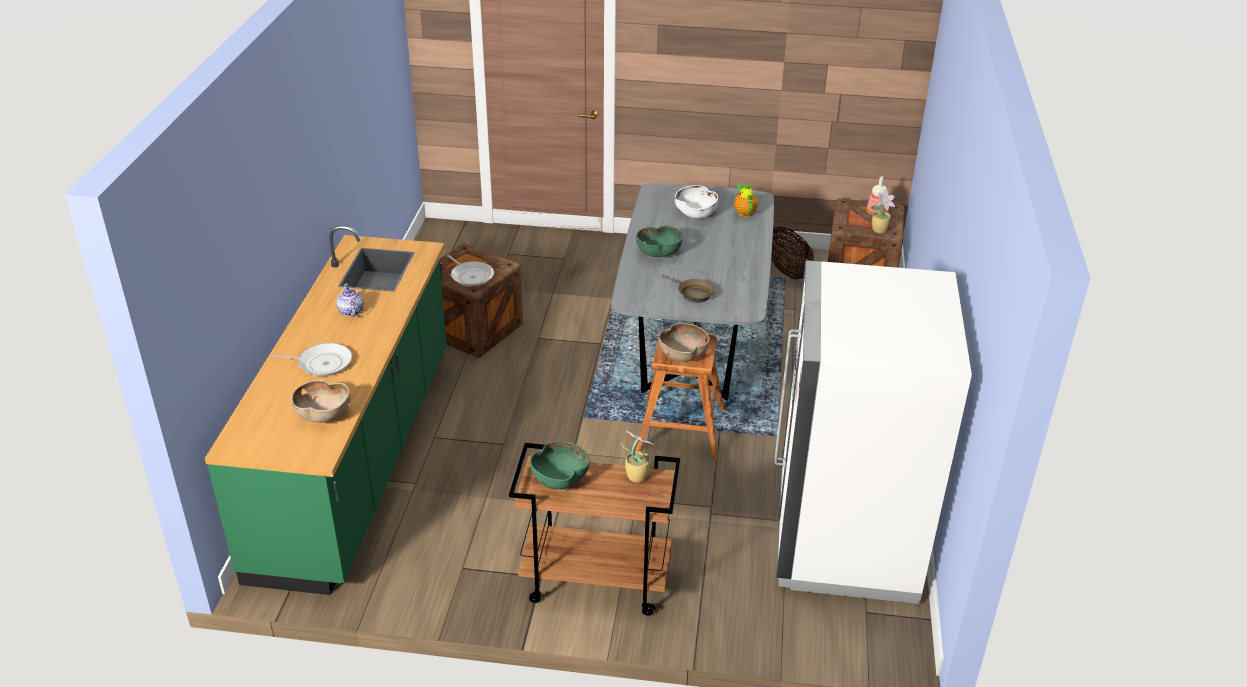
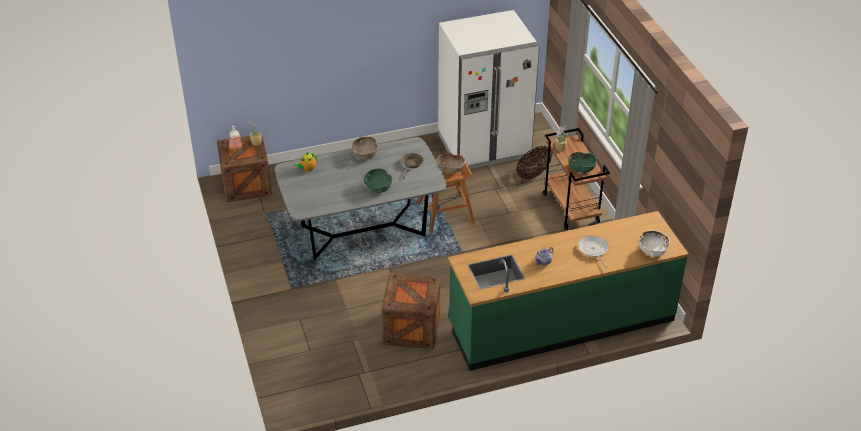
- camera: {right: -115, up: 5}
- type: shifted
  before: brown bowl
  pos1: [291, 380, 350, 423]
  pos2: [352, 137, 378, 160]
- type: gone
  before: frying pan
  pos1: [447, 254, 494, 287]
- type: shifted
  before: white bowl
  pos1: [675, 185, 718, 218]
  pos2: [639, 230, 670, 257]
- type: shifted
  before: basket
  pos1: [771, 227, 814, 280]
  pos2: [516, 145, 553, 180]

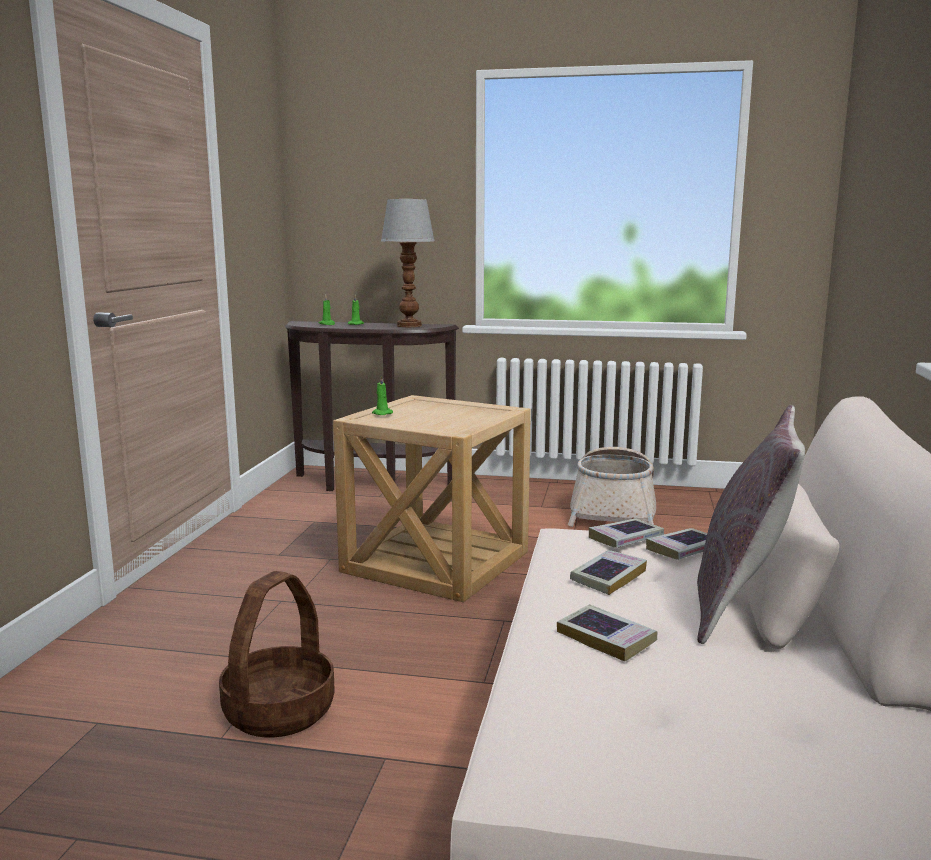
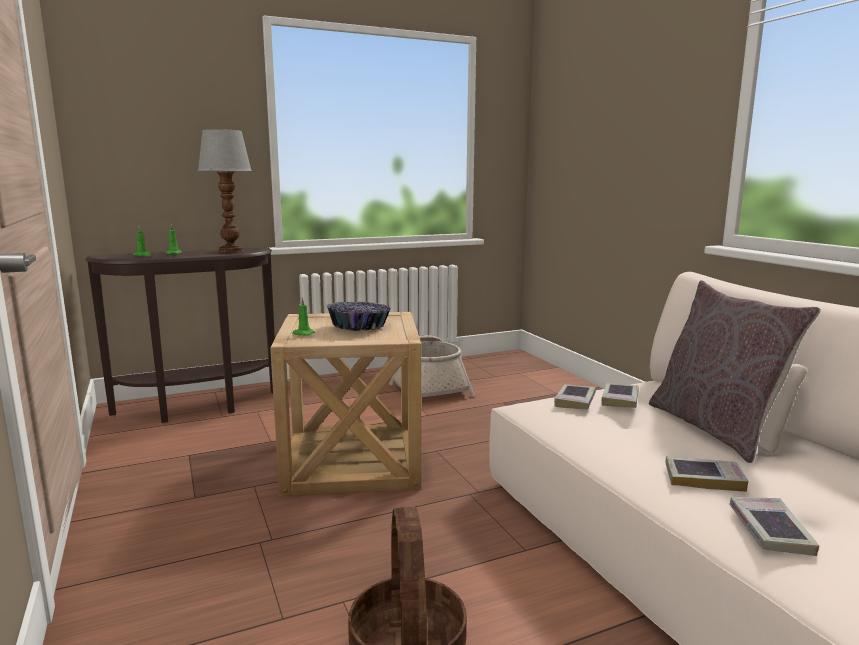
- camera: {right: -35, up: 0}
- type: shifted
  before: book
  pos1: [570, 550, 647, 595]
  pos2: [729, 497, 819, 556]
- type: new
  after: bowl
  pos2: [326, 302, 391, 331]

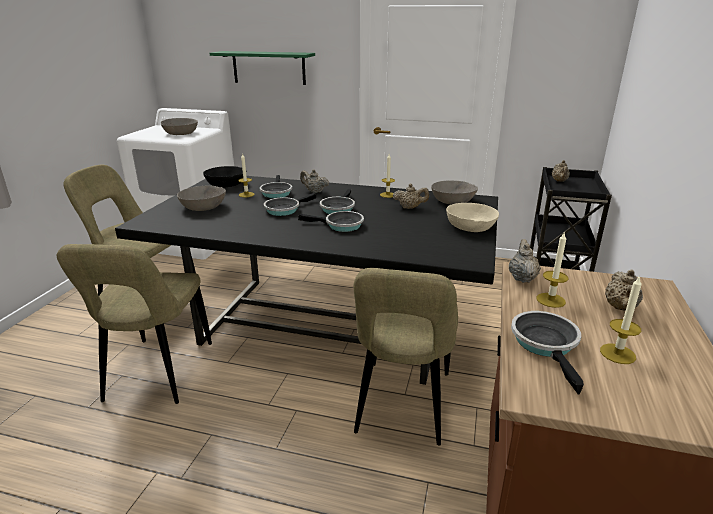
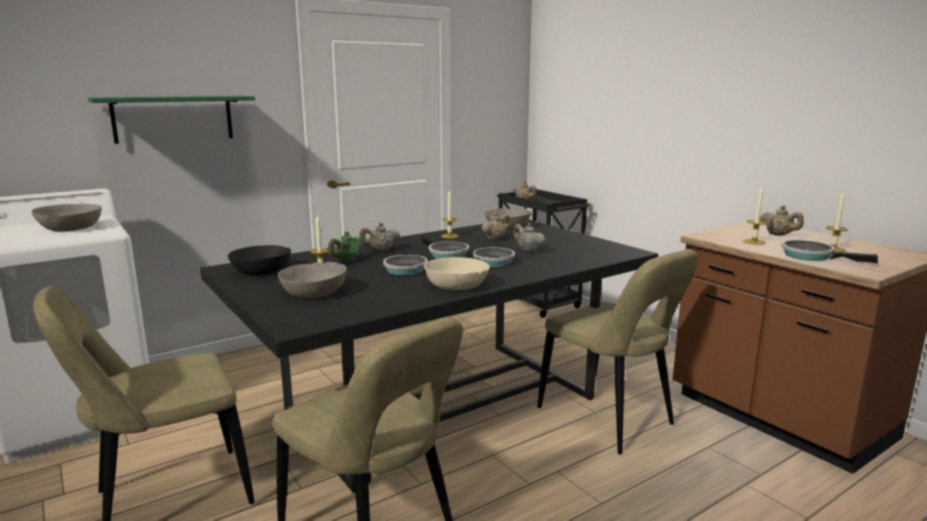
- camera: {right: -50, up: -10}
- type: swapped
  before: frying pan
  after: green teapot
  pos1: [260, 175, 292, 198]
  pos2: [328, 232, 362, 262]
- type: shifted
  before: beige bowl
  pos1: [446, 203, 499, 232]
  pos2: [424, 257, 490, 290]
- type: shifted
  before: beige teapot
  pos1: [509, 239, 541, 283]
  pos2: [513, 223, 546, 252]

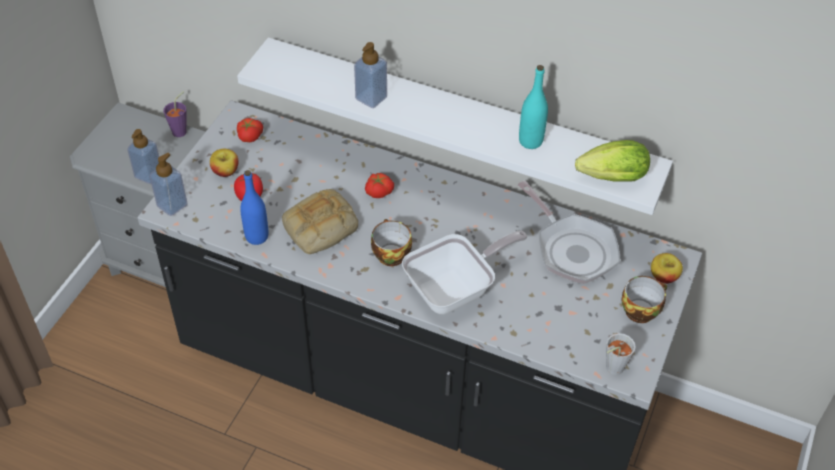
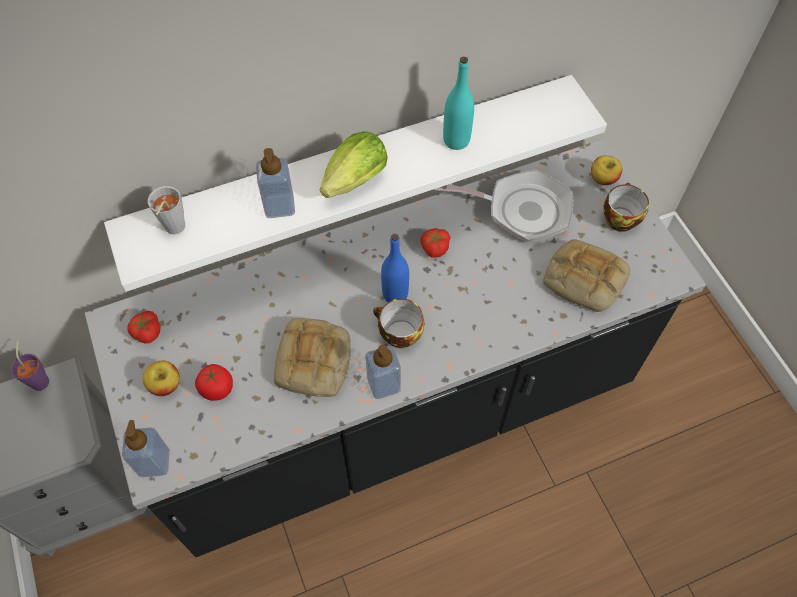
- camera: {right: -45, up: 10}
- type: shifted
  before: soap dispenser
  pos1: [127, 129, 159, 184]
  pos2: [366, 345, 401, 399]
- type: shifted
  before: blue bottle
  pos1: [240, 170, 268, 245]
  pos2: [381, 234, 409, 302]
- type: shifted
  before: tomato
  pos1: [365, 173, 394, 198]
  pos2: [420, 228, 450, 258]
- type: gone
  before: frying pan
  pos1: [402, 230, 527, 314]
- type: shifted
  before: lettuce
  pos1: [575, 140, 650, 182]
  pos2: [320, 131, 388, 198]
- type: shifted
  before: grey cup
  pos1: [606, 333, 636, 375]
  pos2: [148, 186, 185, 234]
- type: new
  after: bread
  pos2: [543, 239, 630, 312]

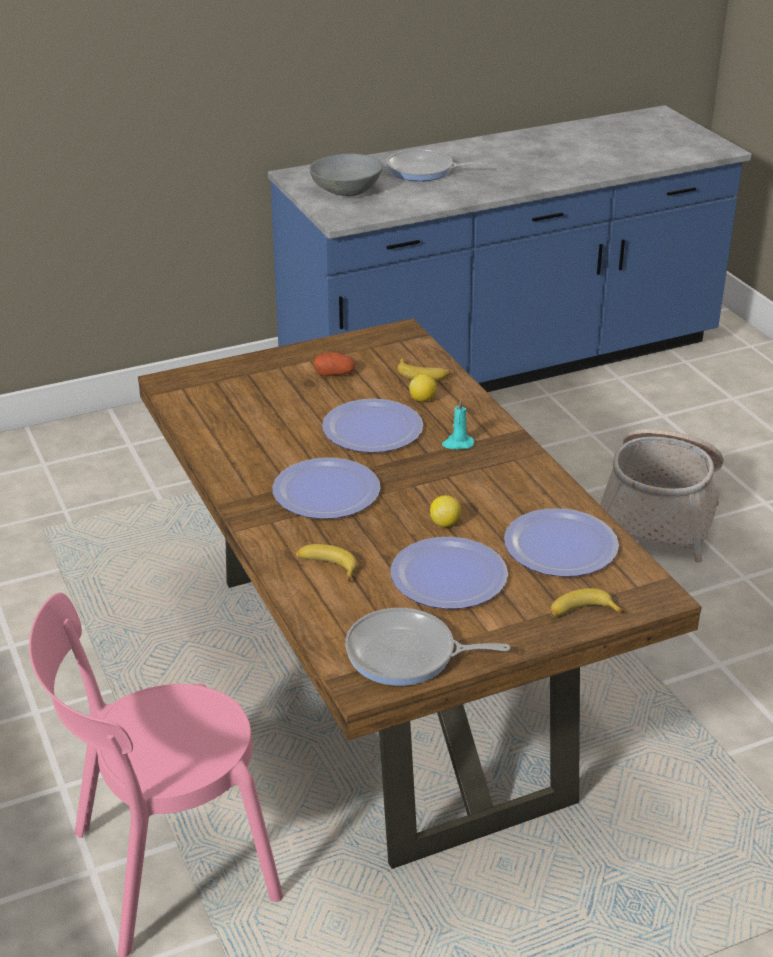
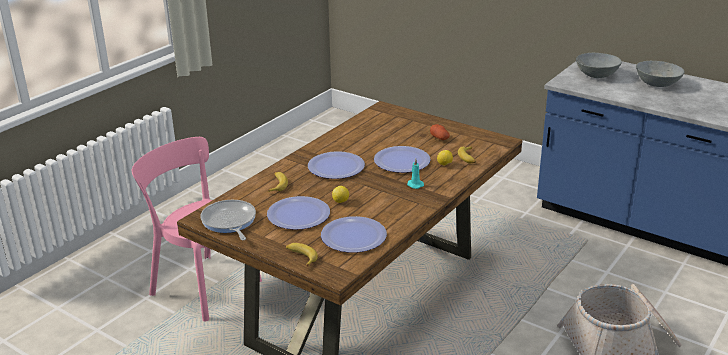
- camera: {right: 60, up: -5}
- type: swapped
  before: frying pan
  after: grey bowl
  pos1: [386, 149, 487, 181]
  pos2: [636, 61, 684, 87]

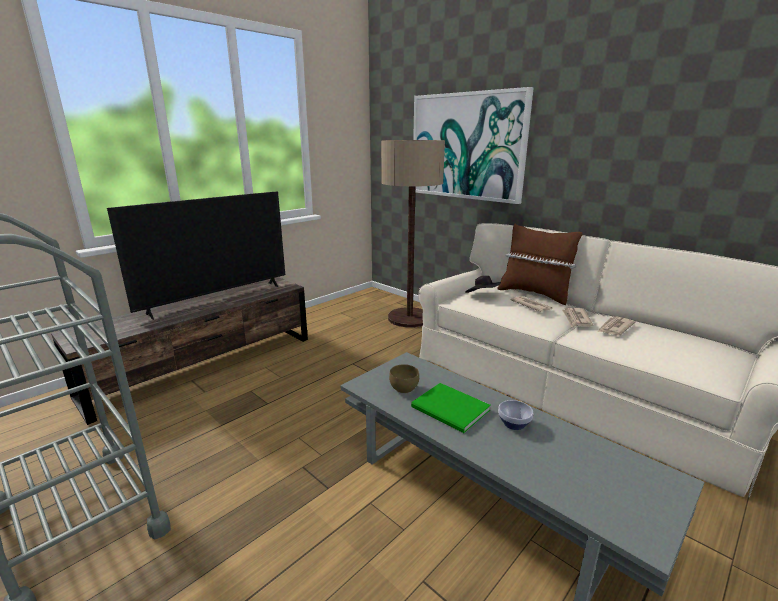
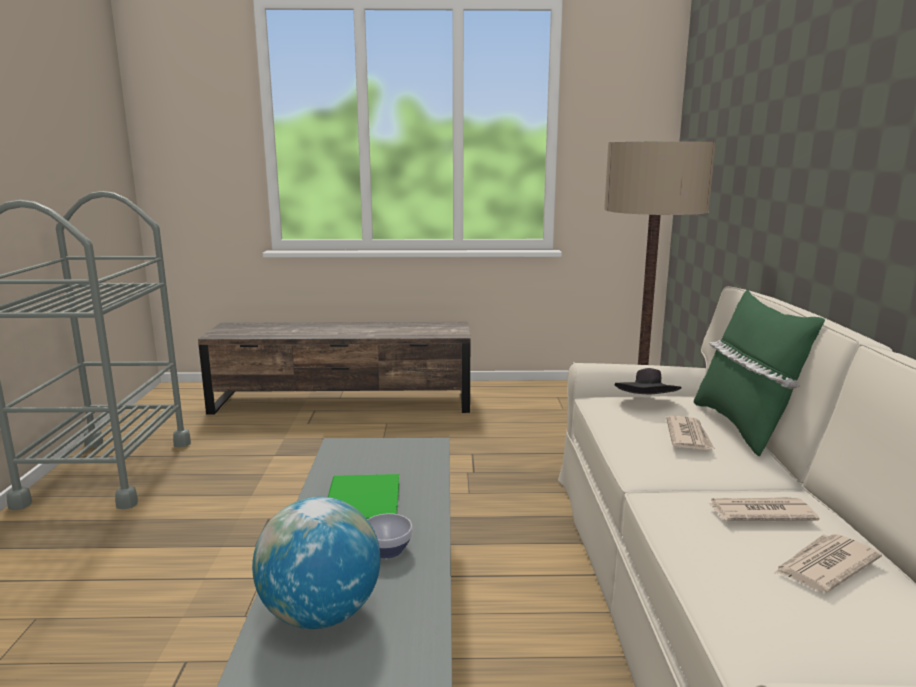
- camera: {right: 45, up: -5}
- type: gone
  before: television
  pos1: [107, 192, 285, 320]
- type: gone
  before: brown bowl
  pos1: [389, 364, 419, 394]
- type: gone
  before: picture
  pos1: [413, 87, 534, 204]
- type: repainted
  before: brown pillow
  after: green pillow
  pos1: [497, 224, 583, 305]
  pos2: [694, 290, 825, 456]
- type: shifted
  before: newspaper
  pos1: [562, 308, 593, 327]
  pos2: [775, 534, 882, 592]
- type: new
  after: globe
  pos2: [252, 497, 380, 629]

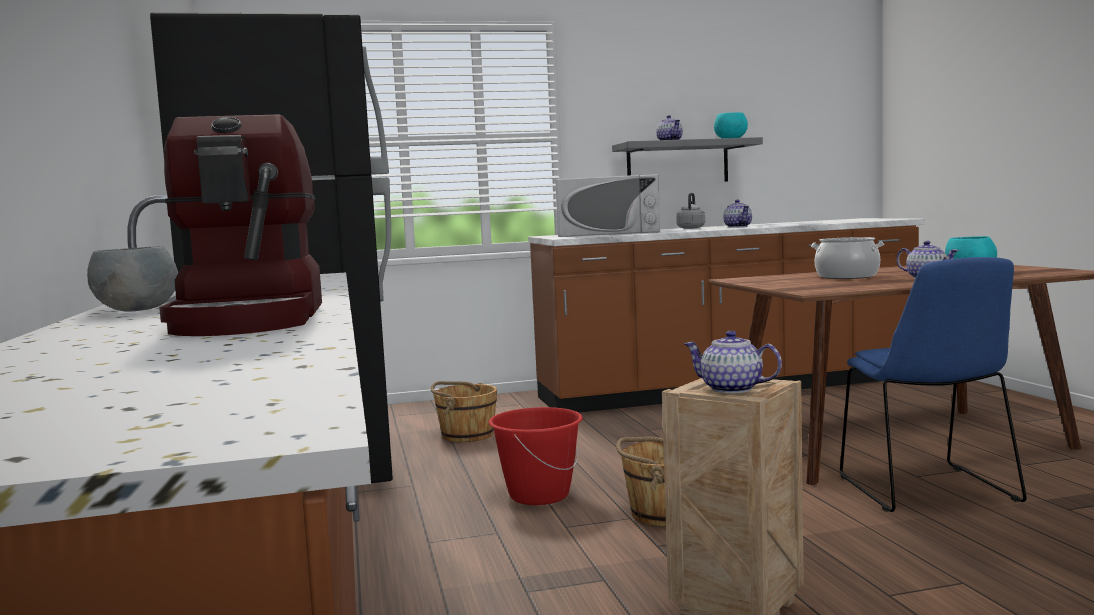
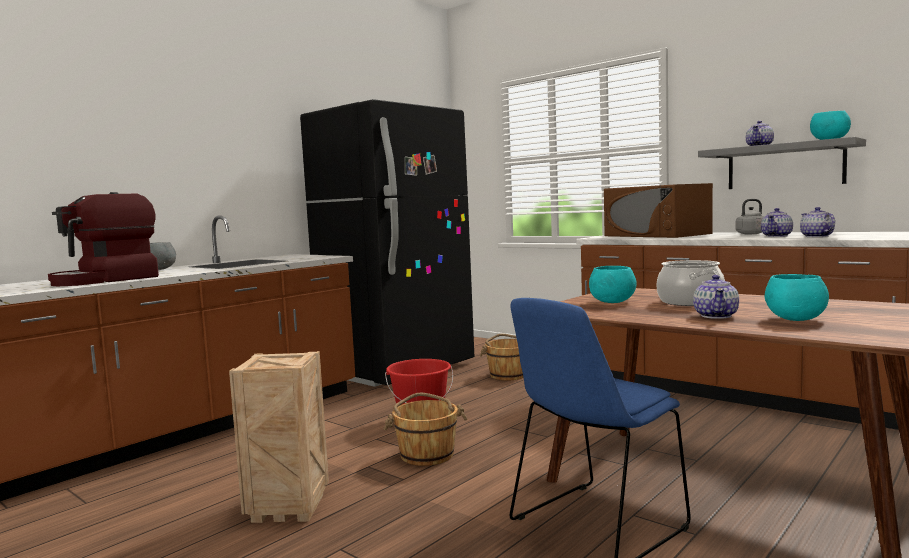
- camera: {right: 55, up: 0}
- type: repainted
  before: white microwave
  after: brown microwave
  pos1: [556, 174, 660, 237]
  pos2: [604, 183, 713, 238]
- type: shifted
  before: teapot
  pos1: [684, 331, 782, 394]
  pos2: [800, 207, 835, 237]
- type: new
  after: turquoise bowl
  pos2: [589, 266, 637, 303]

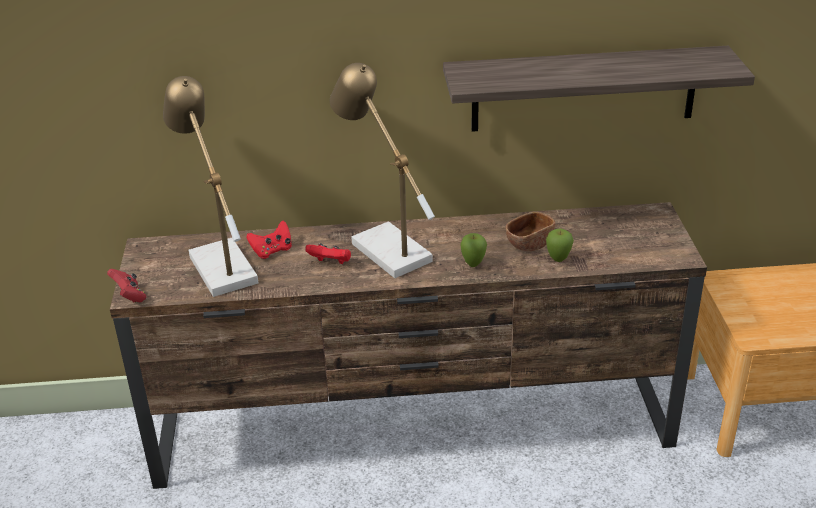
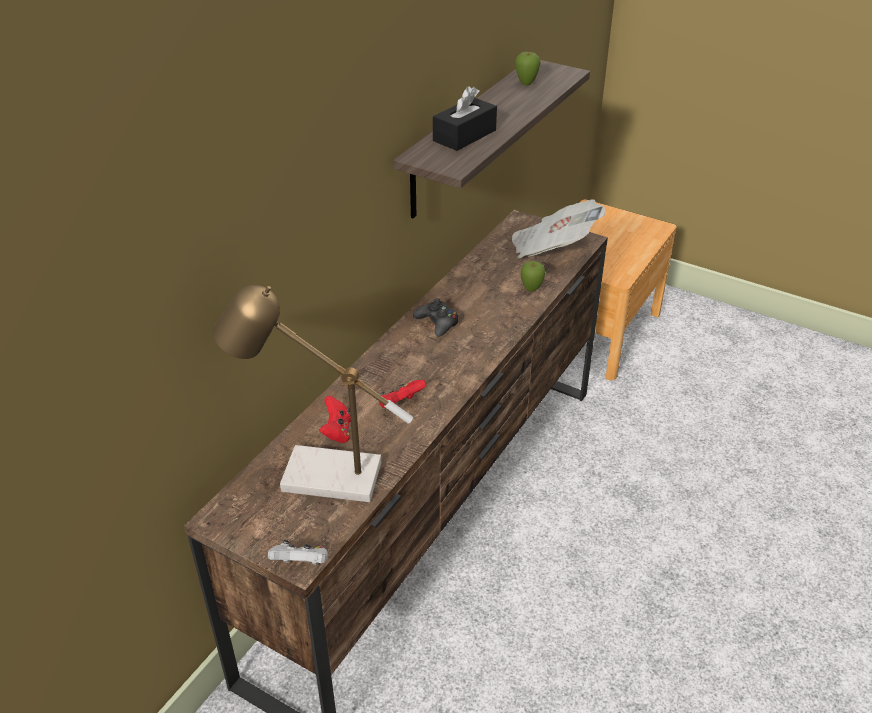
- camera: {right: -55, up: 5}
- type: repainted
  before: red game controller
  after: white game controller
  pos1: [107, 269, 147, 302]
  pos2: [268, 540, 328, 565]
- type: gone
  before: table lamp
  pos1: [330, 63, 435, 278]
- type: shifted
  before: apple
  pos1: [460, 233, 487, 267]
  pos2: [515, 52, 541, 86]
- type: gone
  before: brown bowl
  pos1: [506, 212, 555, 251]
- type: new
  after: black game controller
  pos2: [413, 298, 458, 337]
- type: new
  after: black tissue box
  pos2: [433, 86, 497, 151]
- type: new
  after: newspaper
  pos2: [512, 200, 605, 258]

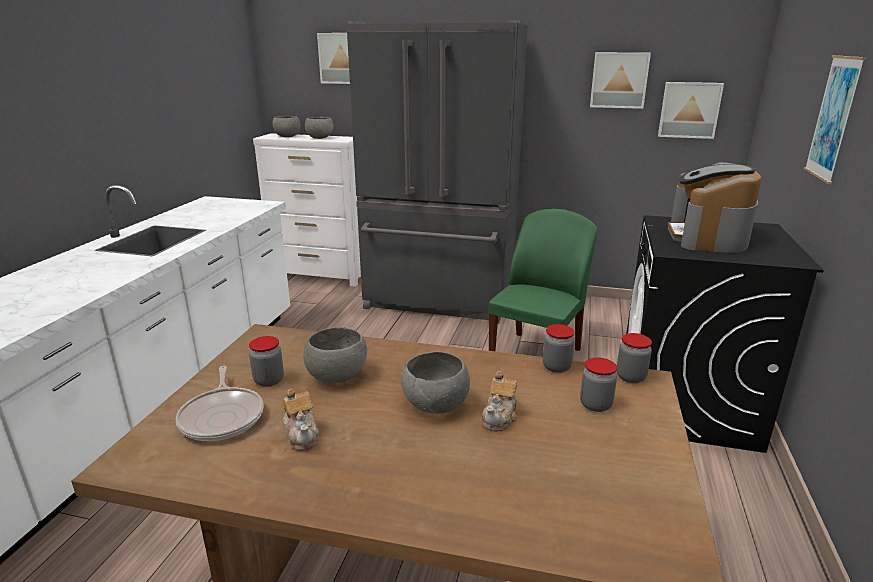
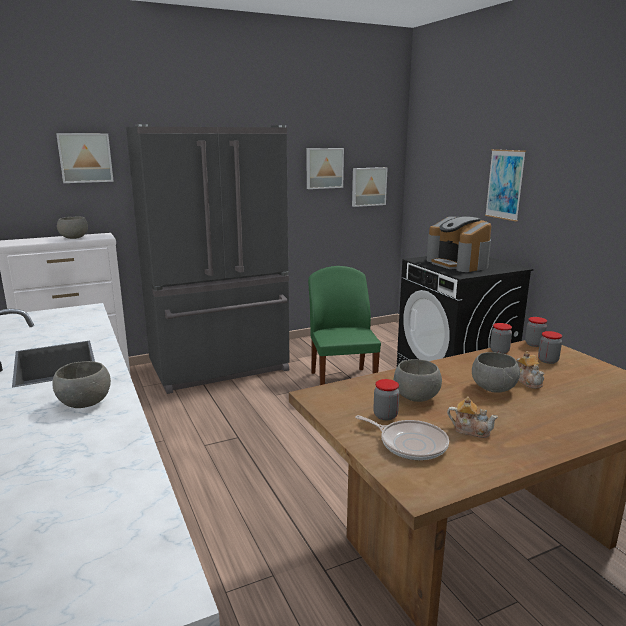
- camera: {right: -40, up: -5}
- type: shifted
  before: grey bowl
  pos1: [272, 116, 301, 137]
  pos2: [52, 361, 111, 408]

